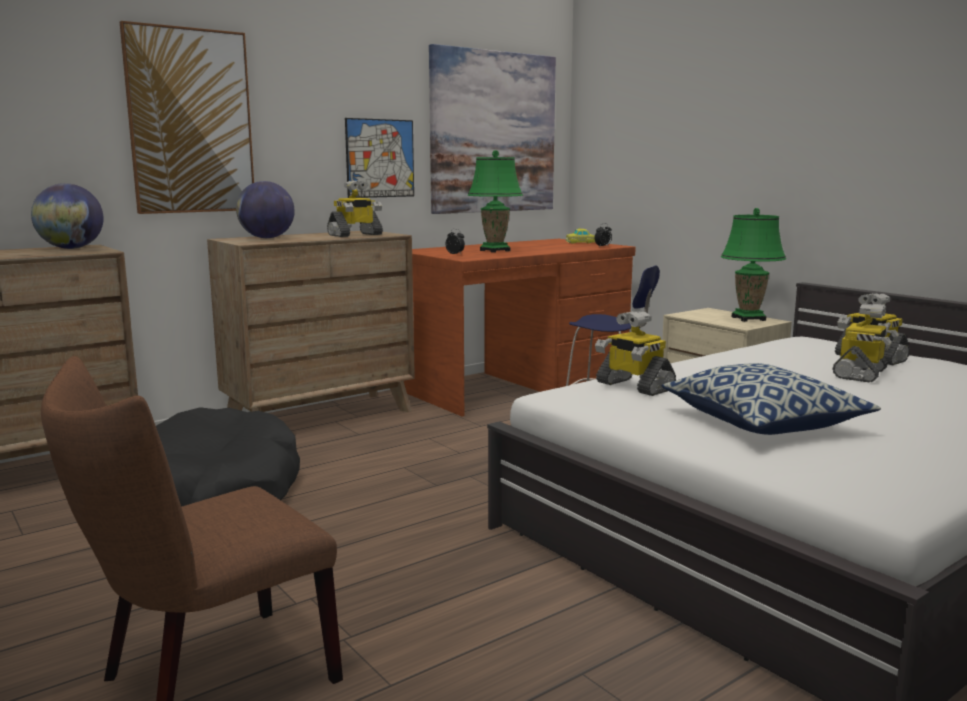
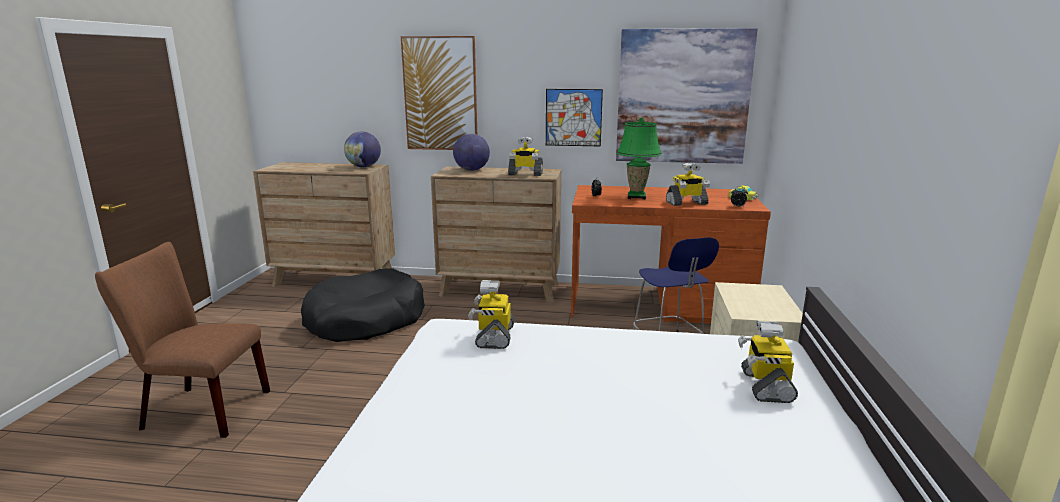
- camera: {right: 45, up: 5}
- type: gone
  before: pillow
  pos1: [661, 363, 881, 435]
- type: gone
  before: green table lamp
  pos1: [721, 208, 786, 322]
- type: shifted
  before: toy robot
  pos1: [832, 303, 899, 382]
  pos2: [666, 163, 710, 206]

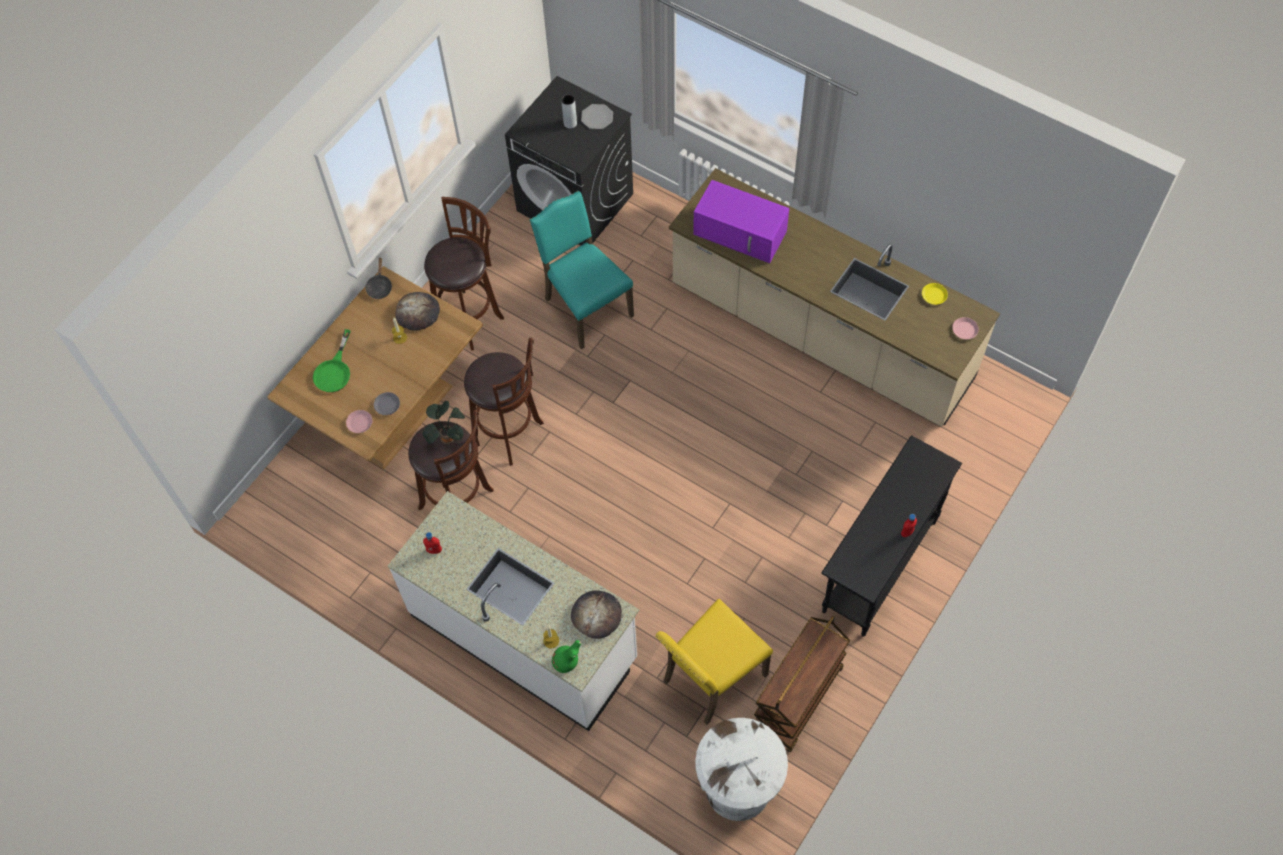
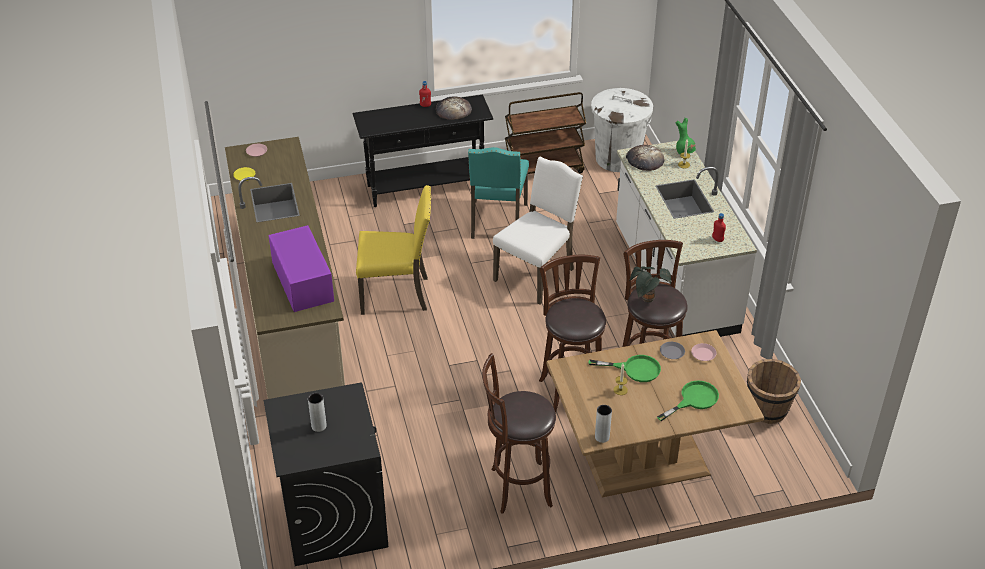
- camera: {right: -140, up: -20}
- type: swapped
  before: black frying pan
  after: grey vase
  pos1: [365, 258, 392, 299]
  pos2: [595, 405, 612, 443]
- type: shifted
  before: bread
  pos1: [395, 292, 440, 331]
  pos2: [436, 96, 472, 120]
- type: shifted
  before: turquoise chair
  pos1: [530, 191, 634, 349]
  pos2: [468, 147, 529, 239]
- type: gone
  before: plate
  pos1: [581, 104, 613, 129]
- type: shifted
  before: yellow chair
  pos1: [655, 599, 773, 725]
  pos2: [356, 185, 431, 315]
- type: new
  after: white chair
  pos2: [493, 157, 583, 304]
- type: new
  after: green frying pan
  pos2: [589, 355, 661, 382]
- type: new
  after: brown bucket
  pos2: [747, 359, 801, 424]

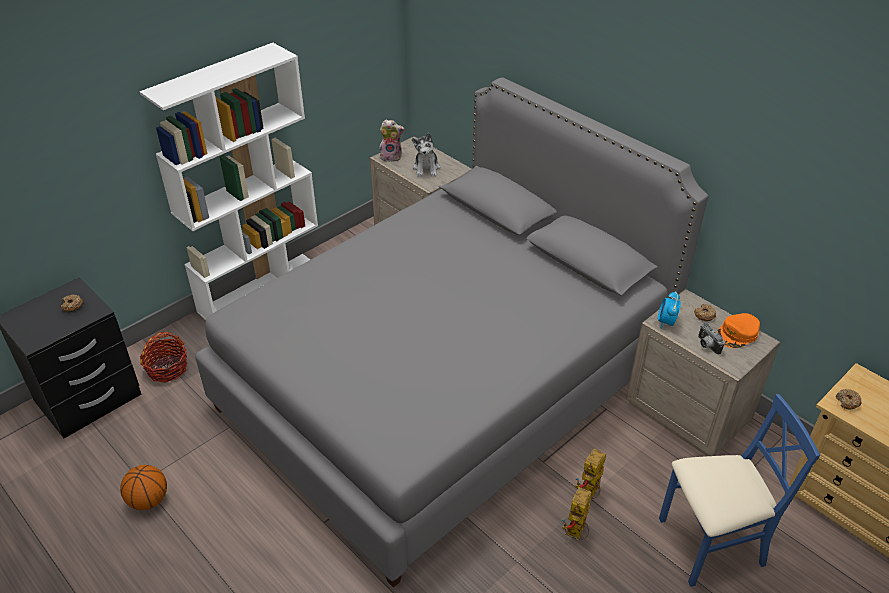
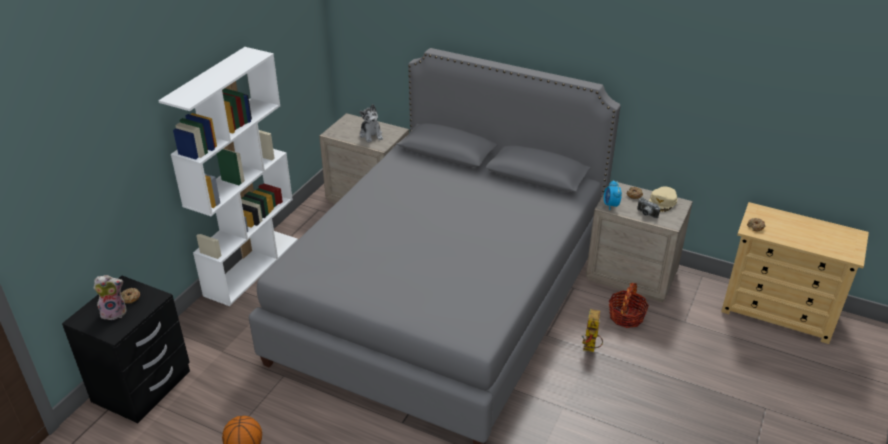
- camera: {right: -20, up: -5}
- type: shifted
  before: basket
  pos1: [140, 332, 187, 383]
  pos2: [608, 283, 649, 328]
- type: shifted
  before: plush toy
  pos1: [380, 120, 405, 162]
  pos2: [93, 275, 126, 320]
- type: gone
  before: toy robot
  pos1: [562, 487, 592, 540]
- type: gone
  before: blue chair
  pos1: [659, 394, 820, 587]
- type: repainted
  before: orange cap
  after: beige cap
  pos1: [717, 313, 760, 348]
  pos2: [649, 186, 677, 212]

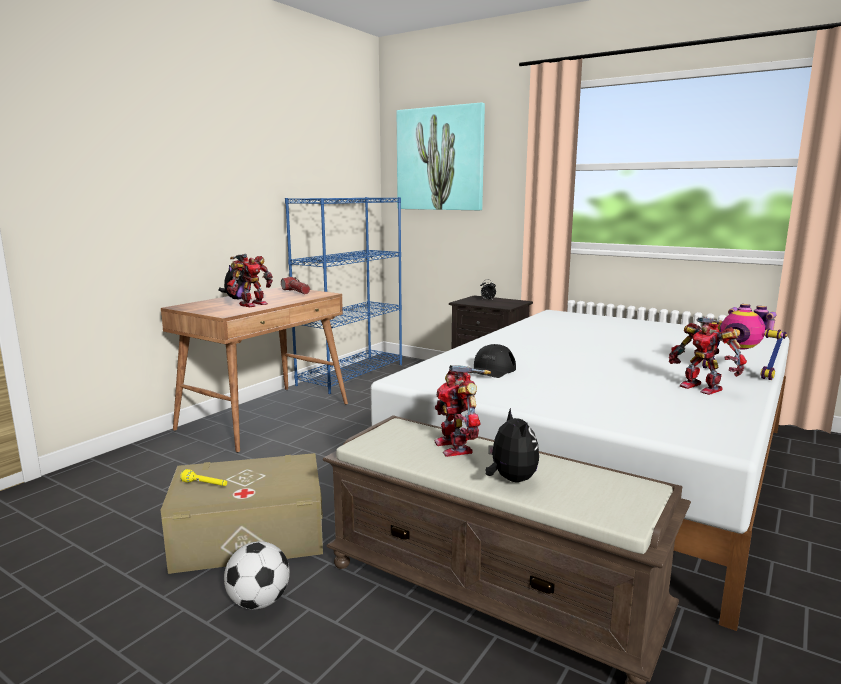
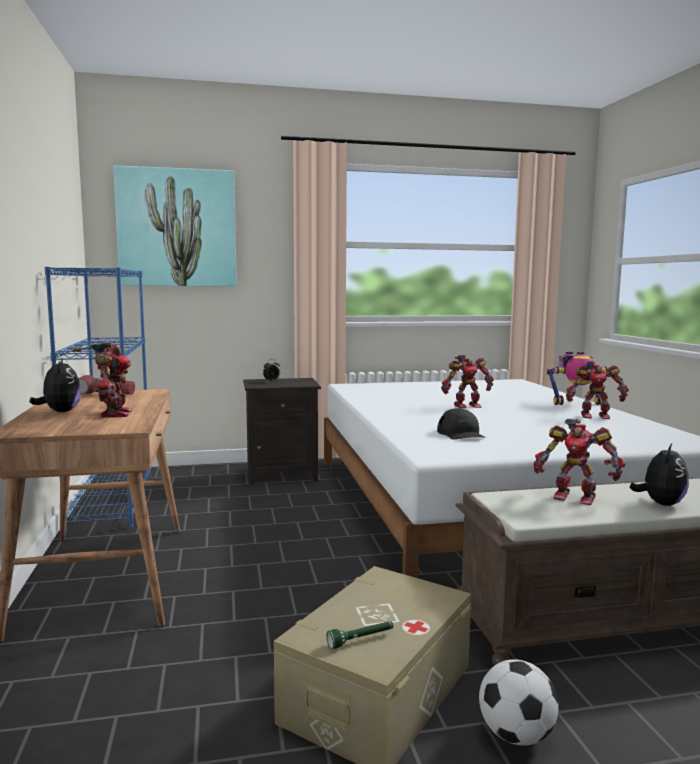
- camera: {right: -45, up: -5}
- type: repainted
  before: yellow flashlight
  after: green flashlight
  pos1: [180, 469, 227, 486]
  pos2: [326, 621, 393, 649]
- type: rotated
  before: plush toy
  pos1: [485, 408, 539, 482]
  pos2: [630, 443, 689, 506]
  turn: 90
- type: new
  after: toy robot
  pos2: [441, 355, 494, 408]

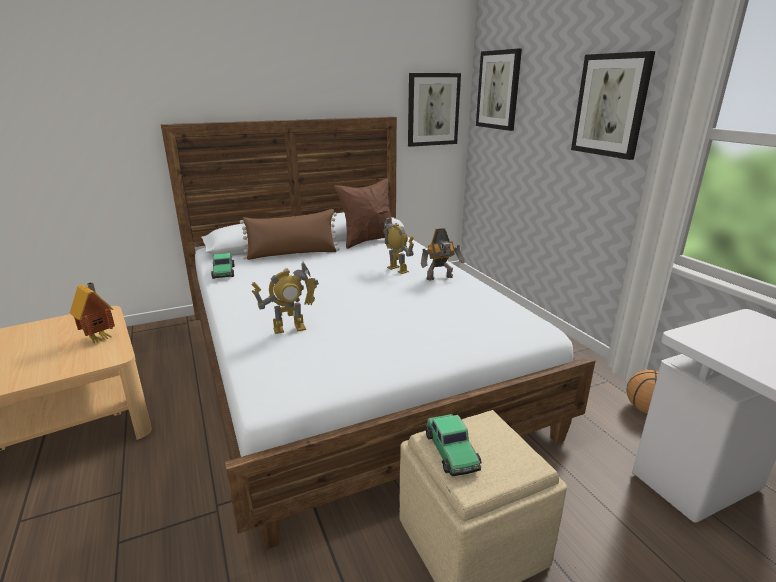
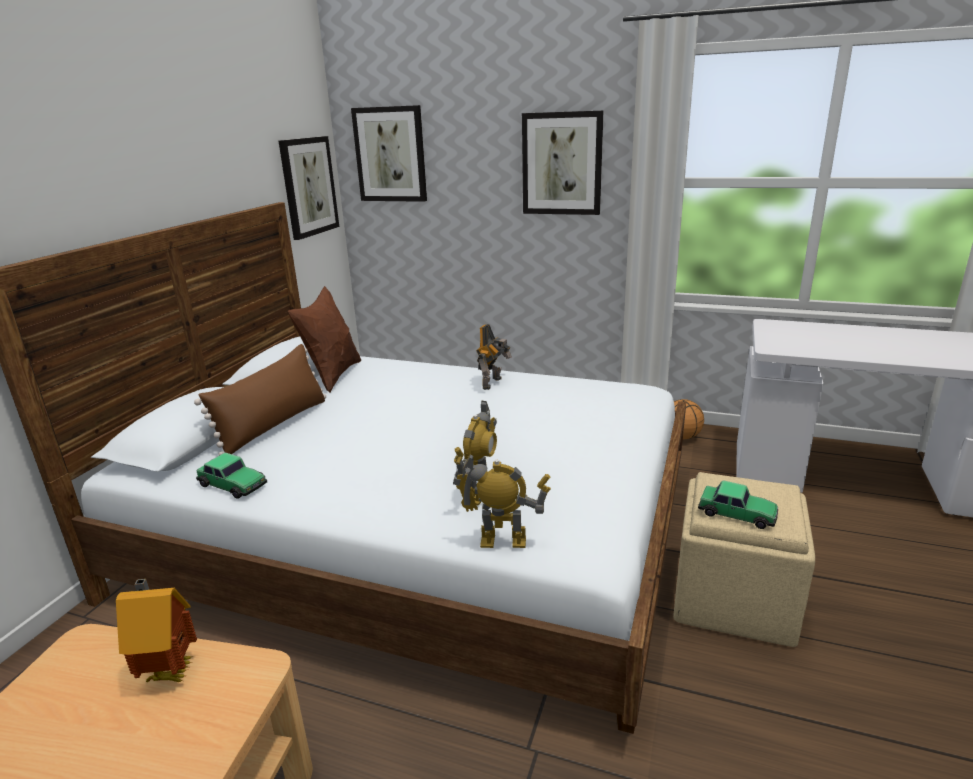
- camera: {right: -45, up: 0}
- type: shifted
  before: toy robot
  pos1: [383, 217, 414, 274]
  pos2: [453, 453, 551, 548]

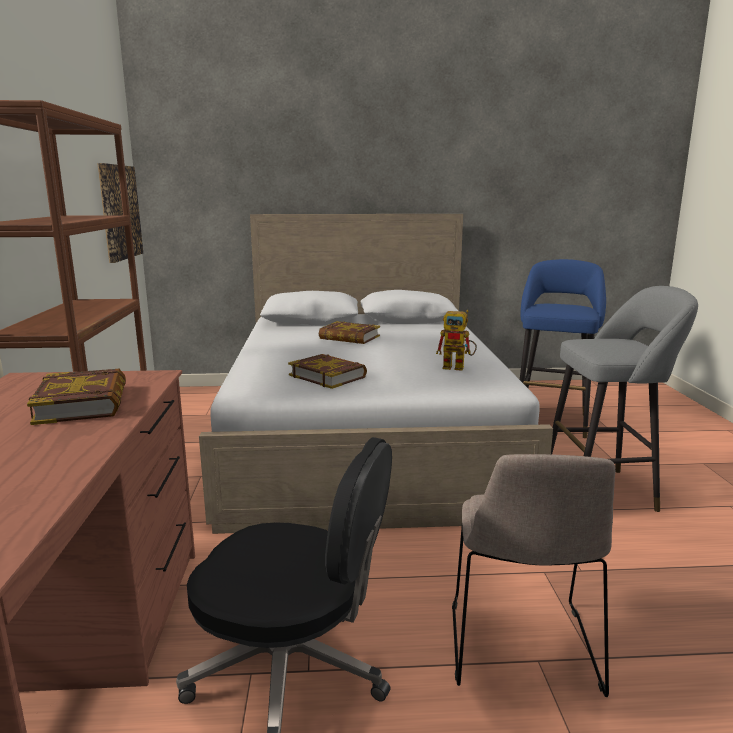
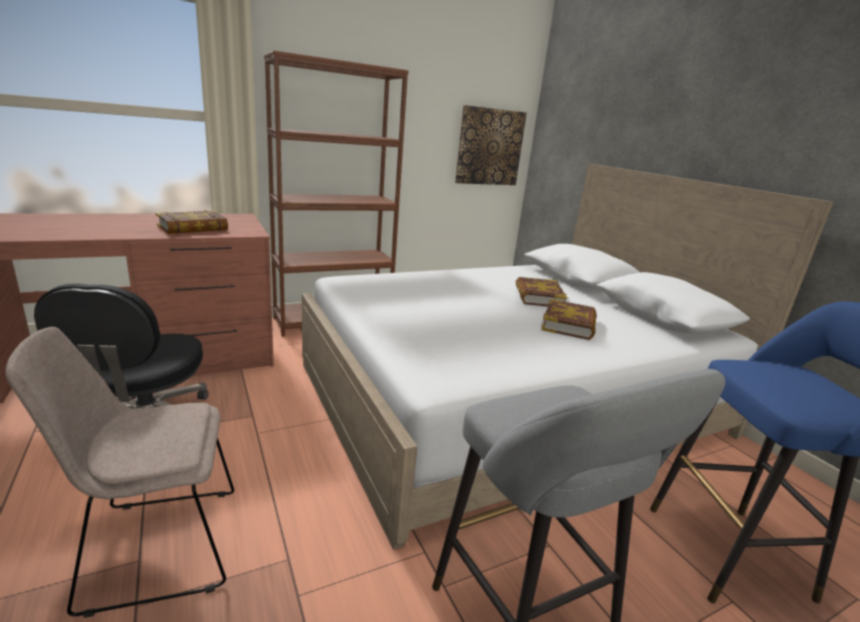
- camera: {right: 65, up: 5}
- type: shifted
  before: book
  pos1: [288, 354, 367, 389]
  pos2: [541, 299, 597, 340]
- type: gone
  before: toy robot
  pos1: [436, 310, 477, 371]

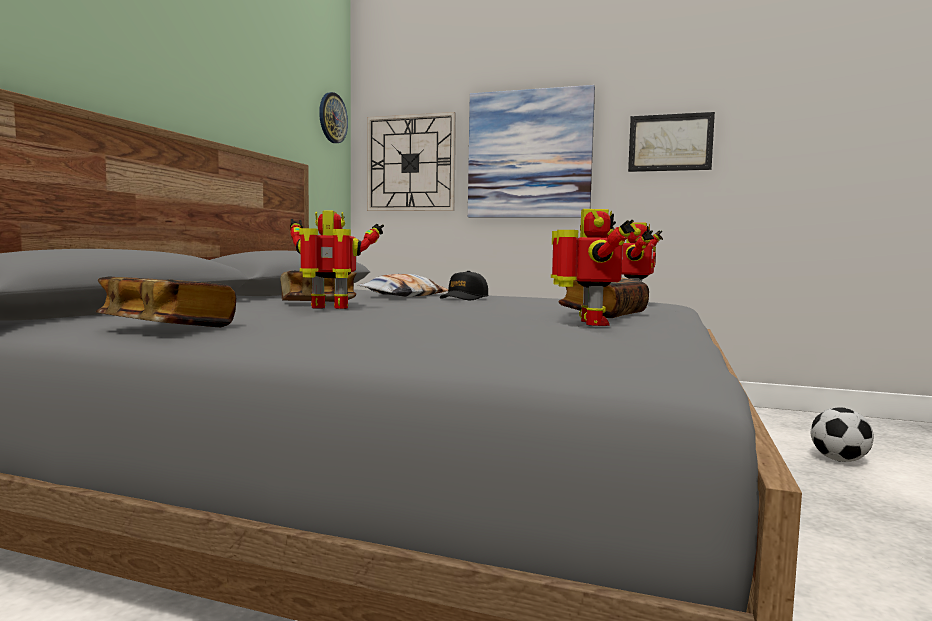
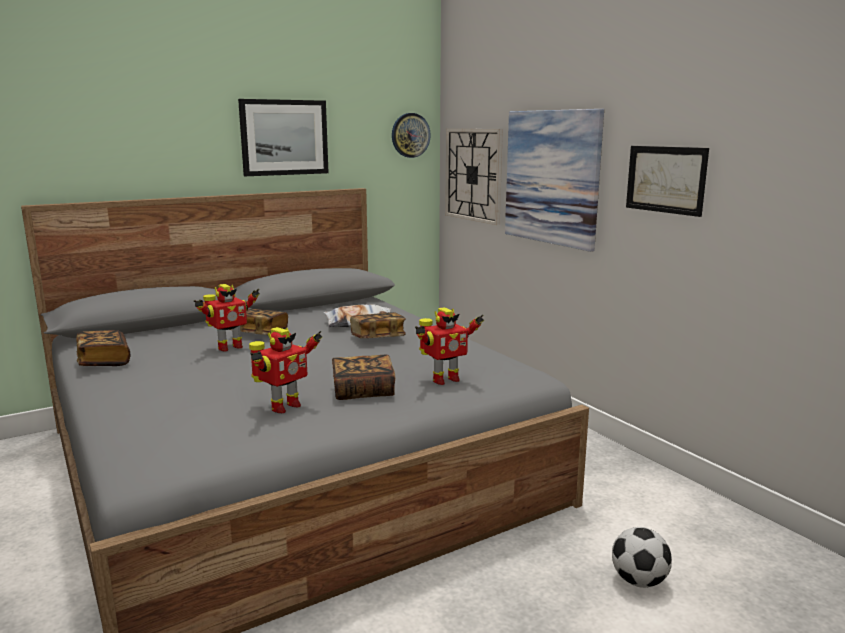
- camera: {right: 40, up: 10}
- type: rotated
  before: toy robot
  pos1: [290, 210, 384, 309]
  pos2: [194, 284, 260, 352]
  turn: 105
- type: swapped
  before: black cap
  after: book
  pos1: [440, 271, 489, 300]
  pos2: [350, 312, 406, 338]
- type: new
  after: picture
  pos2: [238, 99, 329, 176]

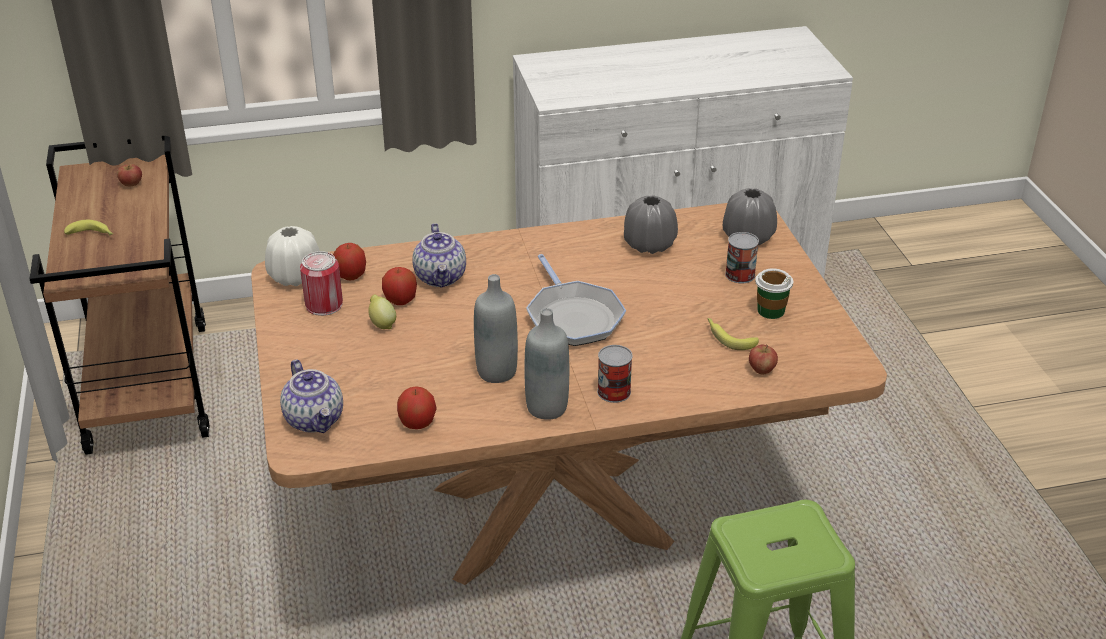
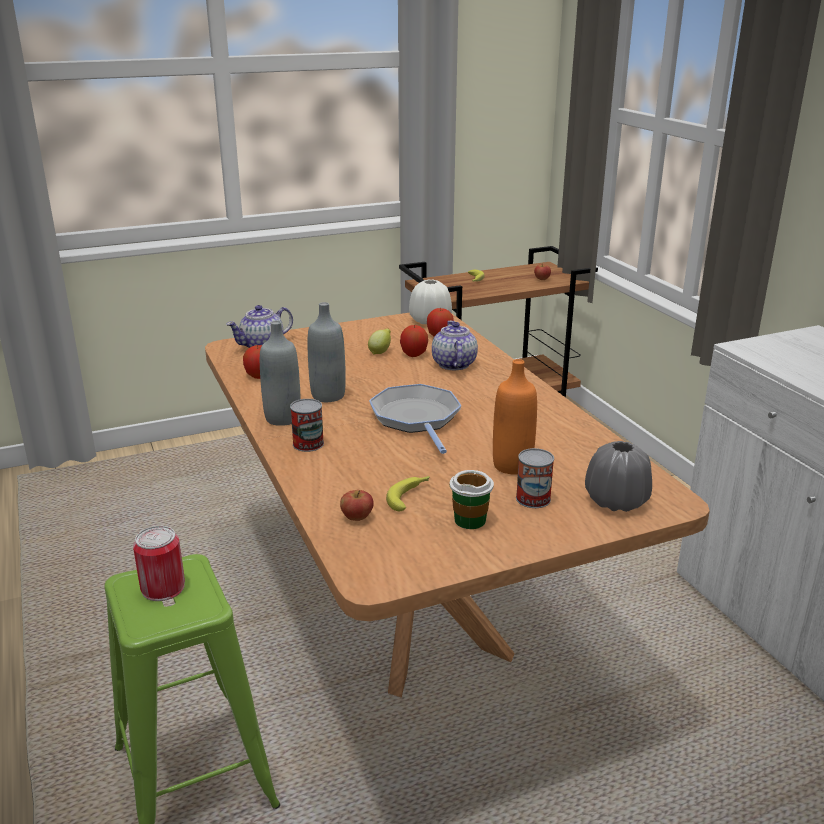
- camera: {right: 80, up: -10}
- type: shifted
  before: can
  pos1: [300, 251, 343, 316]
  pos2: [133, 526, 185, 601]
- type: rotated
  before: teapot
  pos1: [412, 223, 466, 288]
  pos2: [432, 321, 478, 370]
  turn: 105
- type: rotated
  before: frying pan
  pos1: [526, 254, 626, 346]
  pos2: [369, 384, 461, 454]
  turn: 105
- type: gone
  before: grey vase
  pos1: [624, 195, 678, 254]
- type: new
  after: orange bottle
  pos2: [493, 359, 537, 474]

